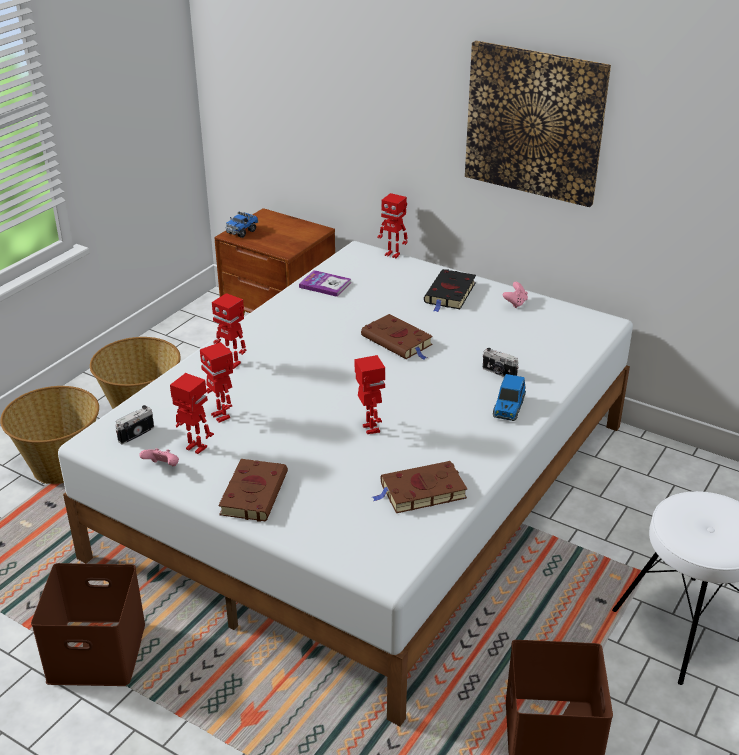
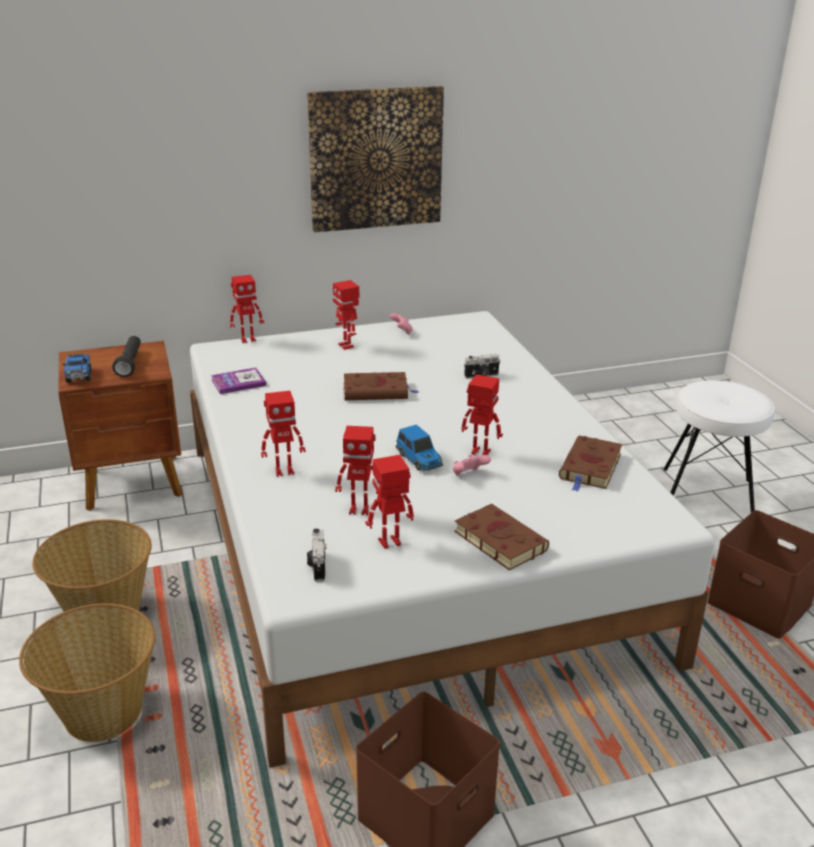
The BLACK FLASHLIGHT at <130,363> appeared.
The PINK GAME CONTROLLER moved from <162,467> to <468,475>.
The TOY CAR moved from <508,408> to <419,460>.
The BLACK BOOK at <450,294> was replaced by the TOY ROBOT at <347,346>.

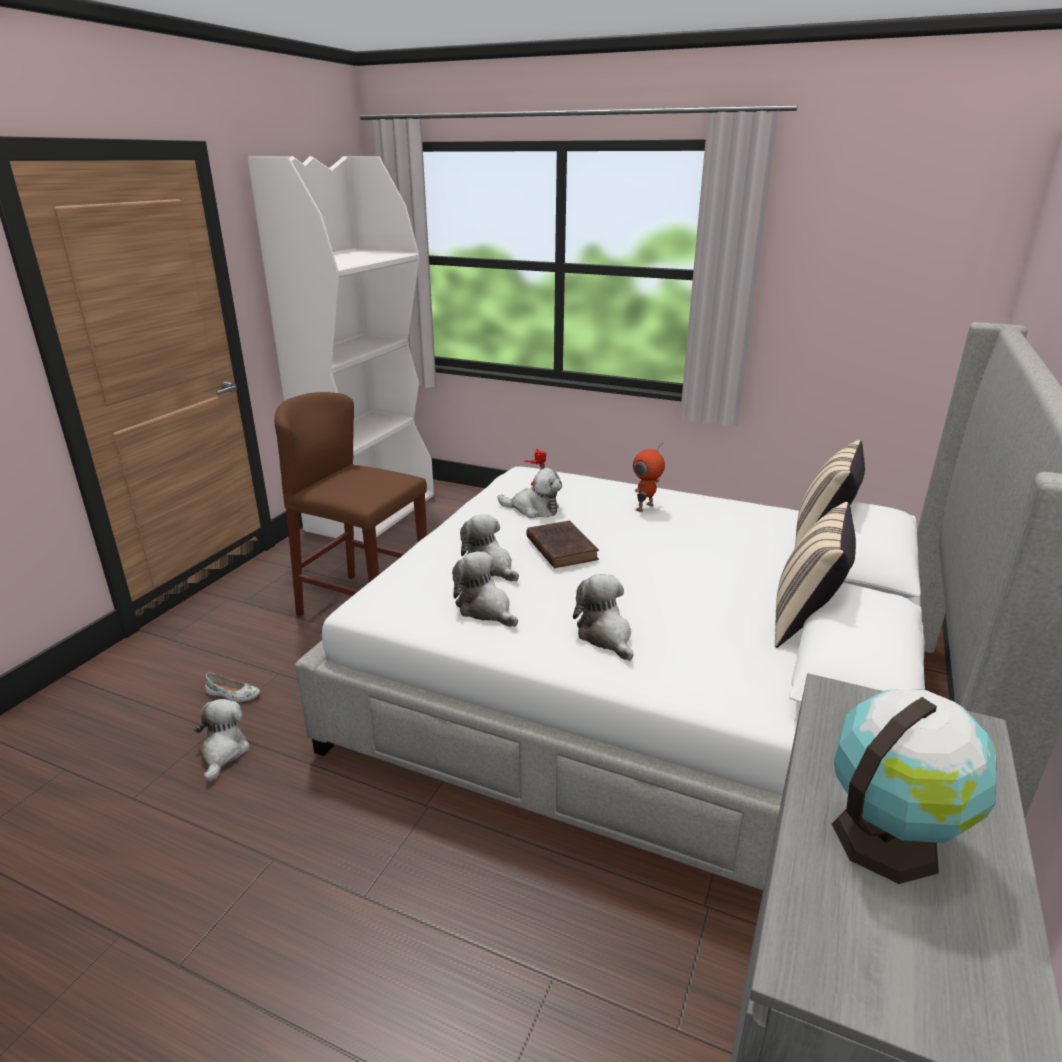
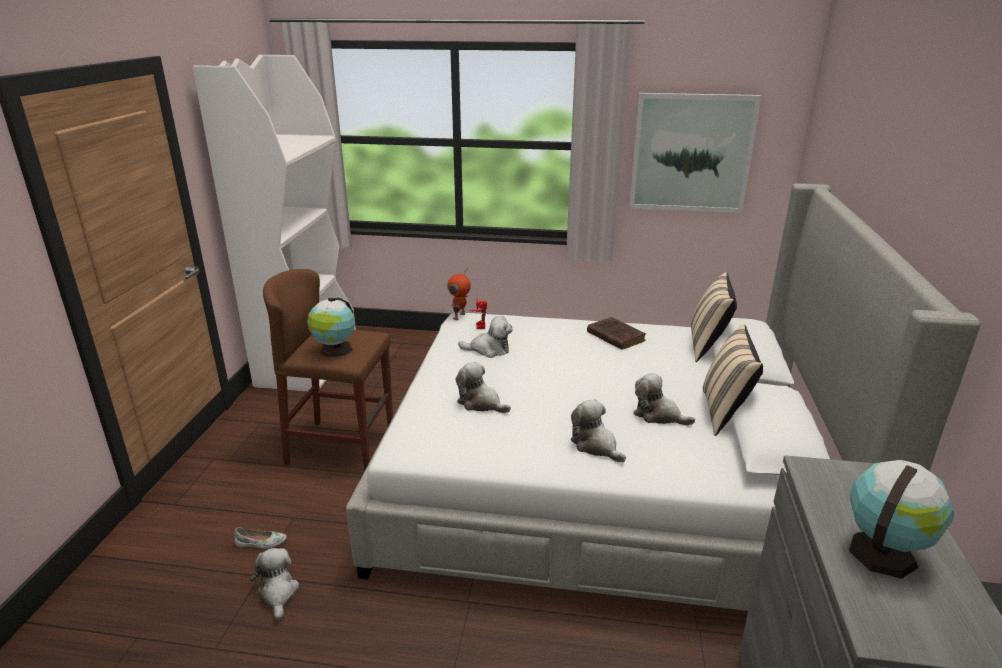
The GLOBE at <335,350> appeared.
The PICTURE at <691,153> appeared.
The PLUSH TOY moved from <485,609> to <658,415>.
The BROWN BOOK moved from <560,547> to <614,336>.
The TOY ROBOT moved from <645,508> to <460,316>.

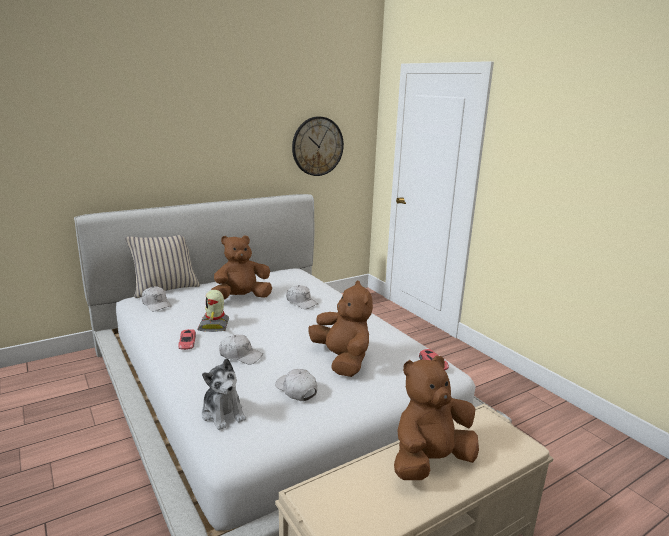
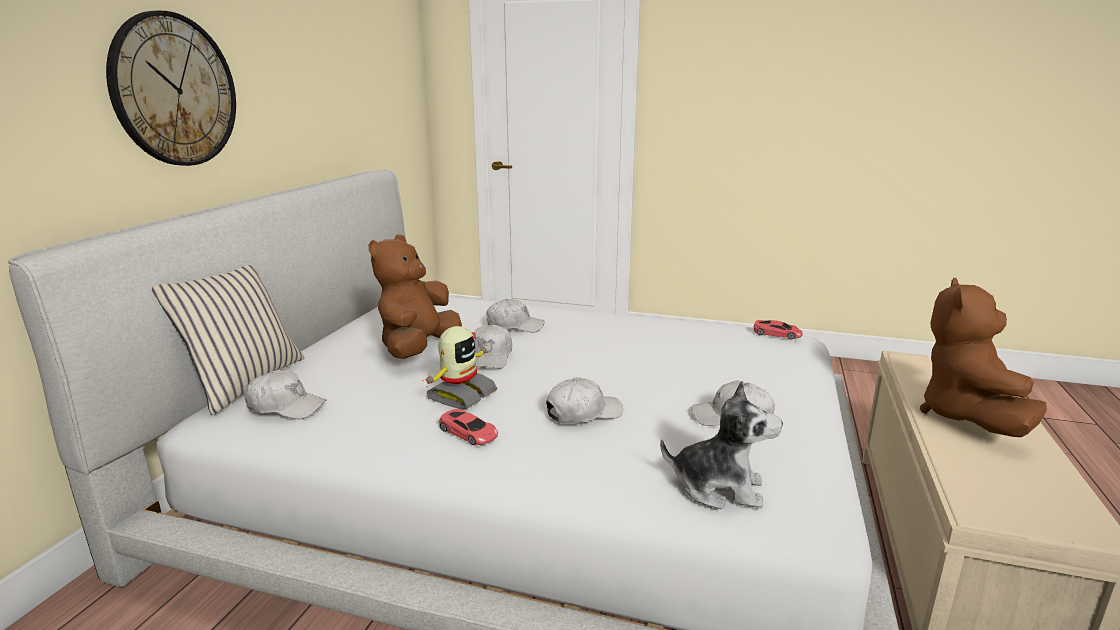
The BROWN PLUSH TOY at <342,360> disappeared.
The WHITE CAP at <490,357> appeared.
The WALL CLOCK moved from <317,146> to <174,90>.
The TOY ROBOT at <214,325> turned 105 degrees counterclockwise.

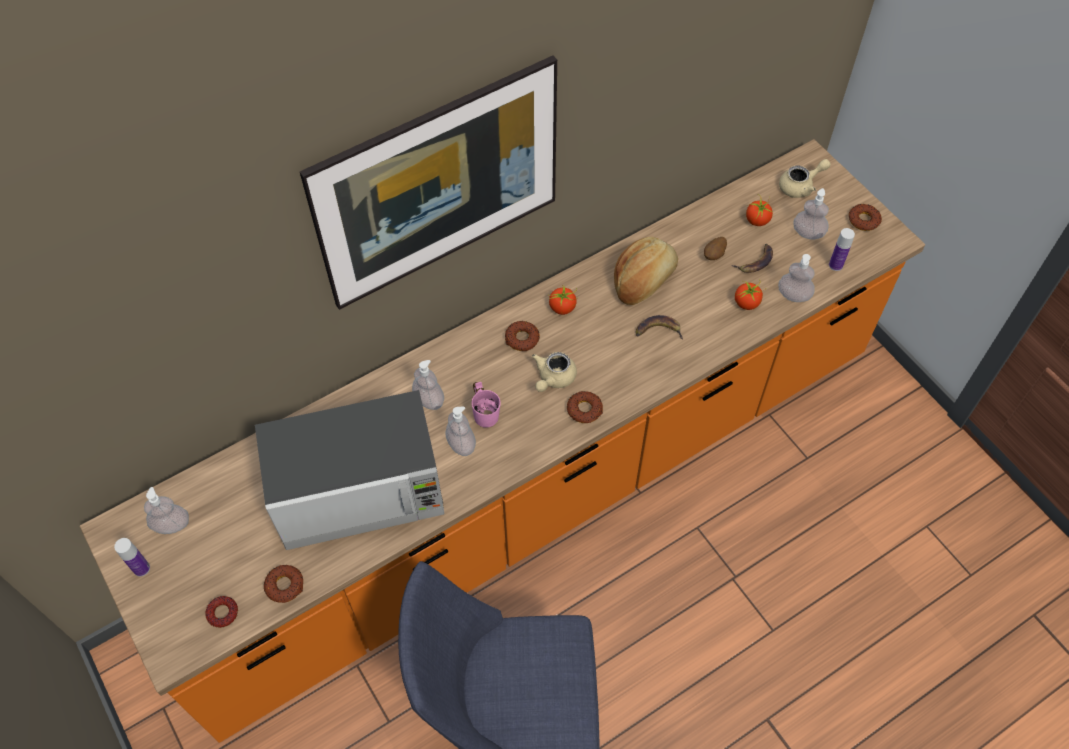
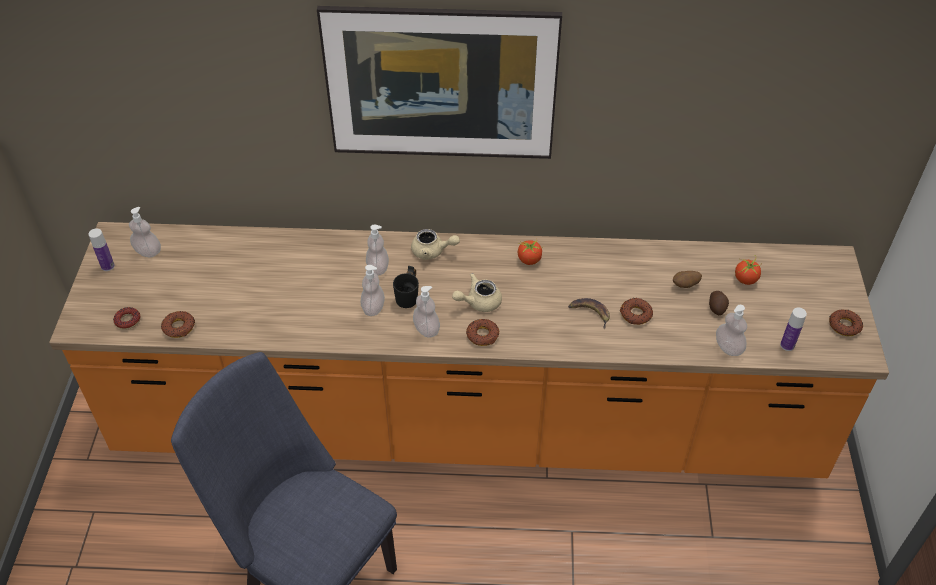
The MICROWAVE at <360,492> disappeared.
The BREAD at <644,280> disappeared.
The TOMATO at <746,303> disappeared.
The DONUT moved from <522,339> to <635,314>.
The BEIGE TEAPOT moved from <800,186> to <432,251>.
The SOAP DISPENSER moved from <808,233> to <426,329>.
The BANANA at <755,261> was replaced by the POTATO at <717,307>.
The PINK MUG at <487,412> became the BLACK MUG at <410,297>.

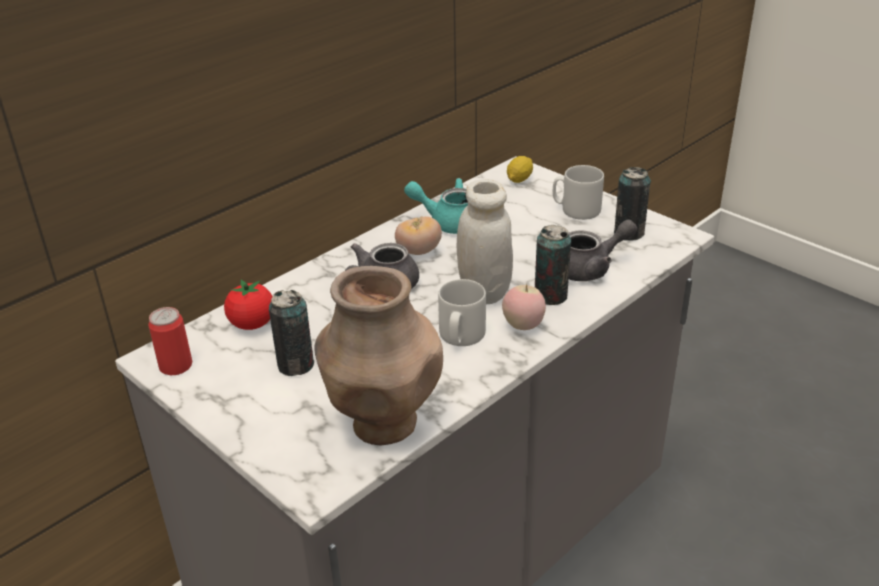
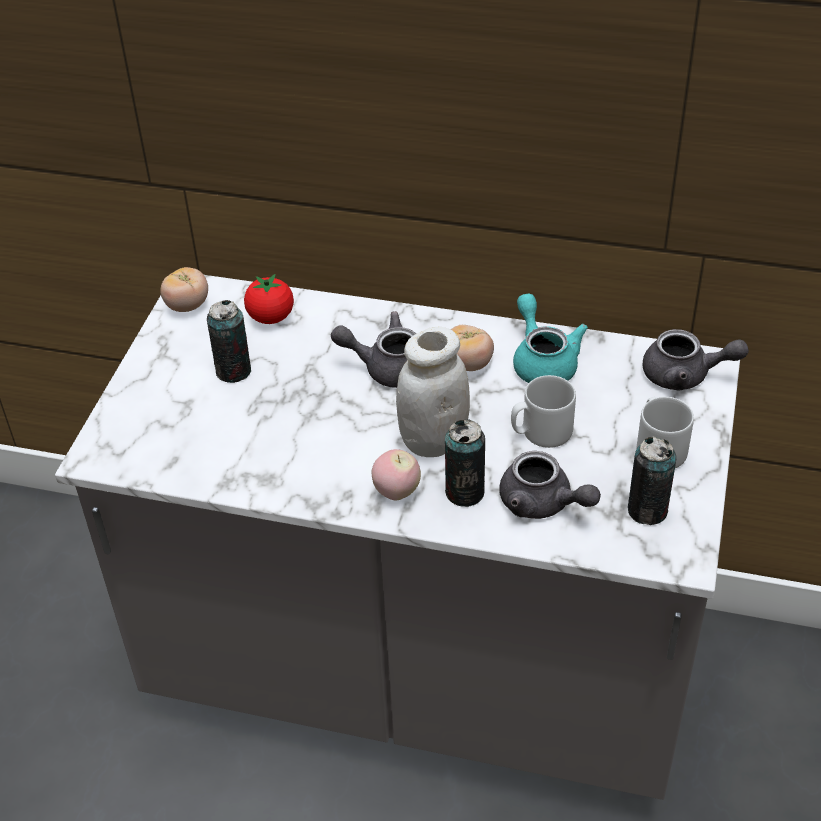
The BROWN VASE at <383,425> disappeared.
The GREY MUG moved from <460,337> to <541,432>.
The CAN at <176,366> was replaced by the TOMATO at <187,306>.
The LEMON at <519,179> was replaced by the GREY TEAPOT at <685,375>.

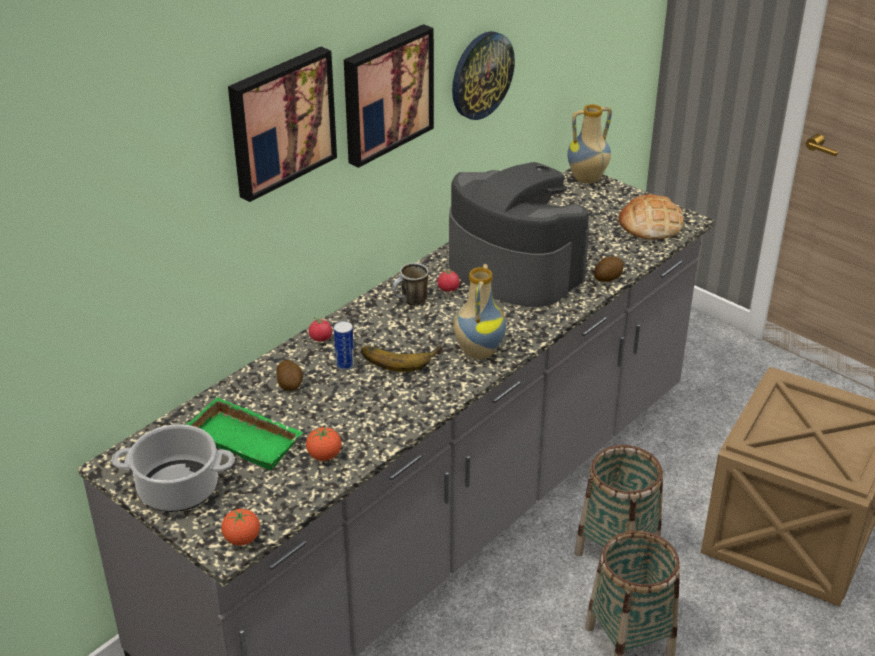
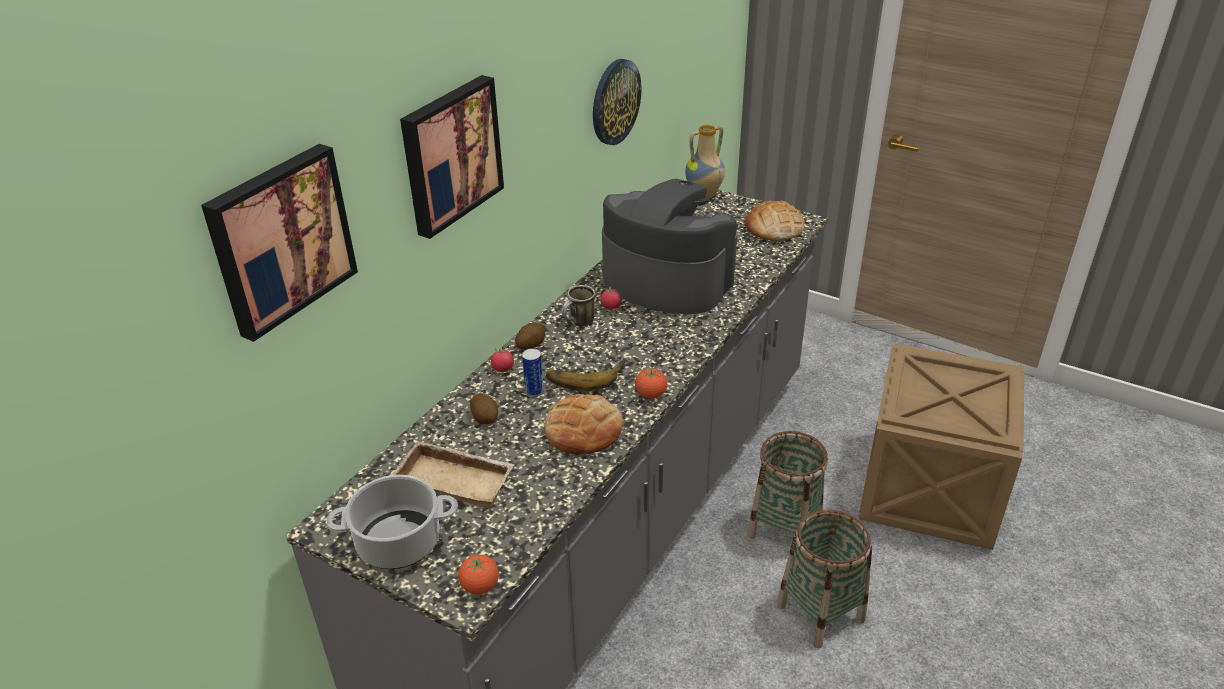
The VASE at <477,351> disappeared.
The BREAD at <583,430> appeared.
The TOMATO moved from <324,456> to <650,395>.
The PICTURE moved from <385,93> to <280,239>.
The POTATO moved from <608,277> to <531,344>.
The GREEN TRAY at <247,439> became the BEIGE TRAY at <457,479>.

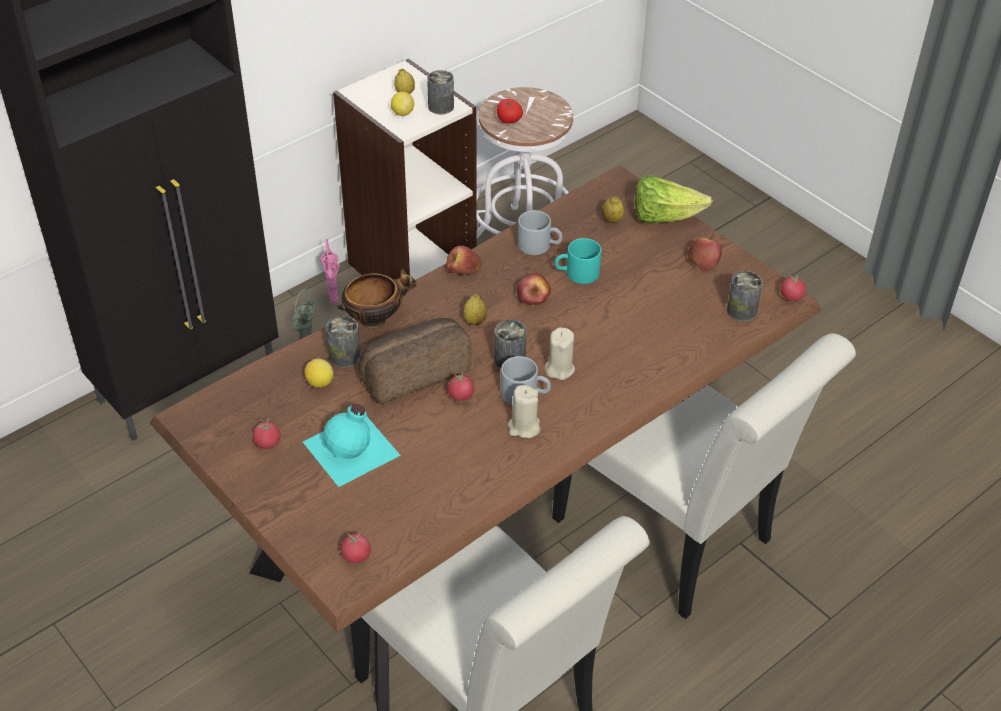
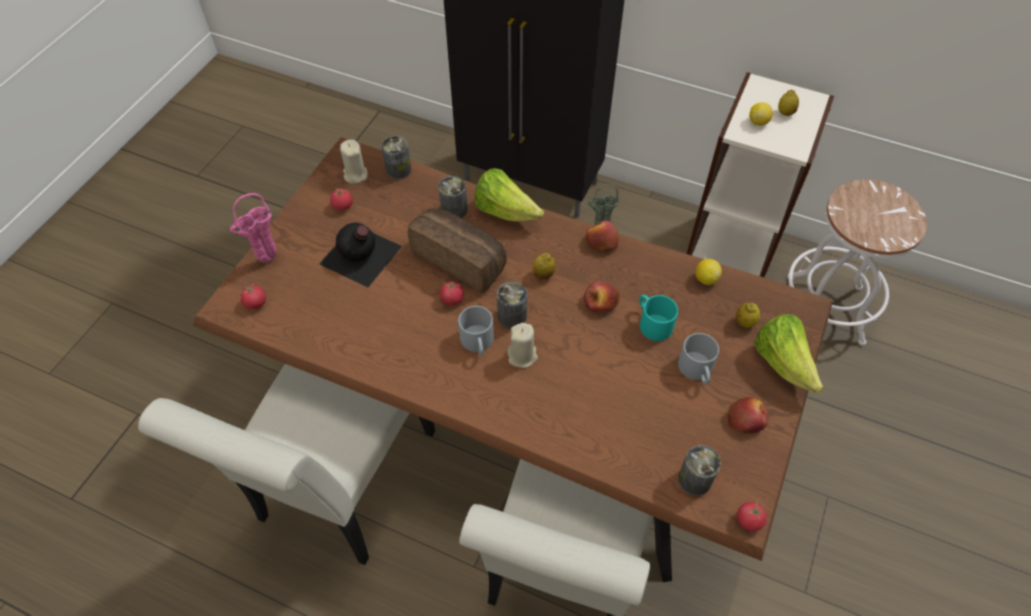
The TOMATO at <508,120> disappeared.
The LEMON moved from <319,382> to <706,279>.
The PINK VASE moved from <334,303> to <267,261>.
The CAN moved from <441,106> to <398,170>.
The BEIGE CANDLE moved from <524,427> to <355,175>.
The GREY MUG moved from <539,245> to <697,370>.
The BOWL at <376,319> was replaced by the LETTUCE at <505,212>.
The TURQUOISE BOTTLE at <353,448> became the BLACK BOTTLE at <361,256>.

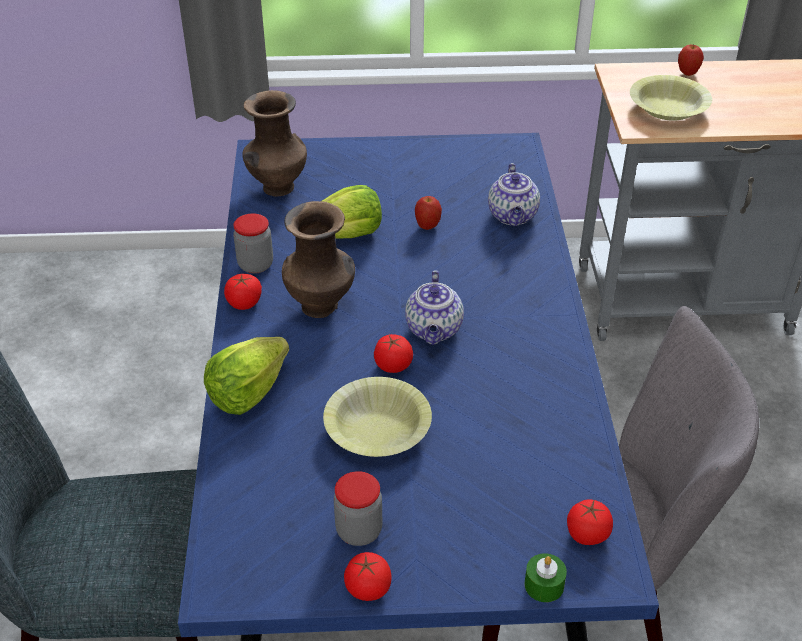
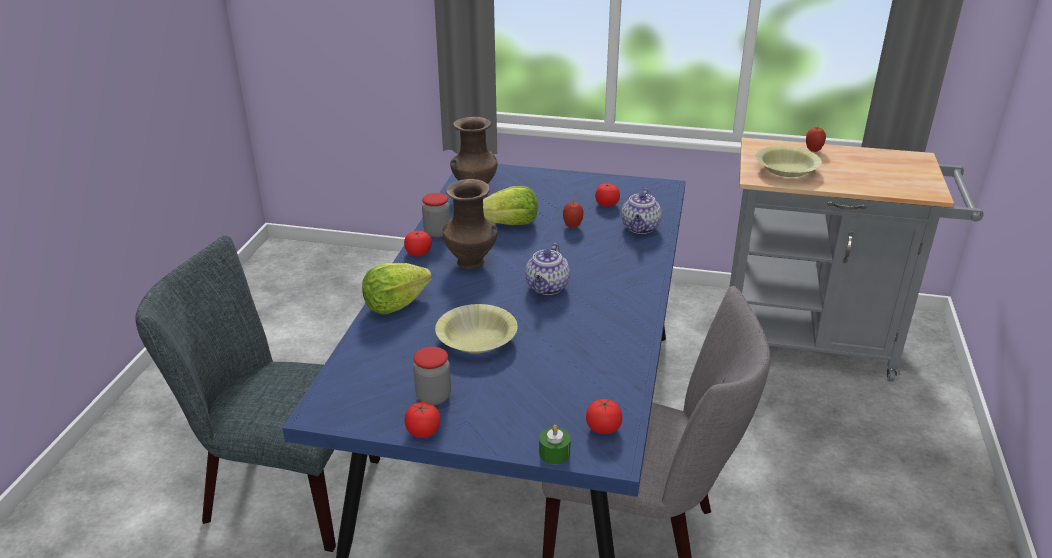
The TOMATO moved from <393,365> to <607,204>.

